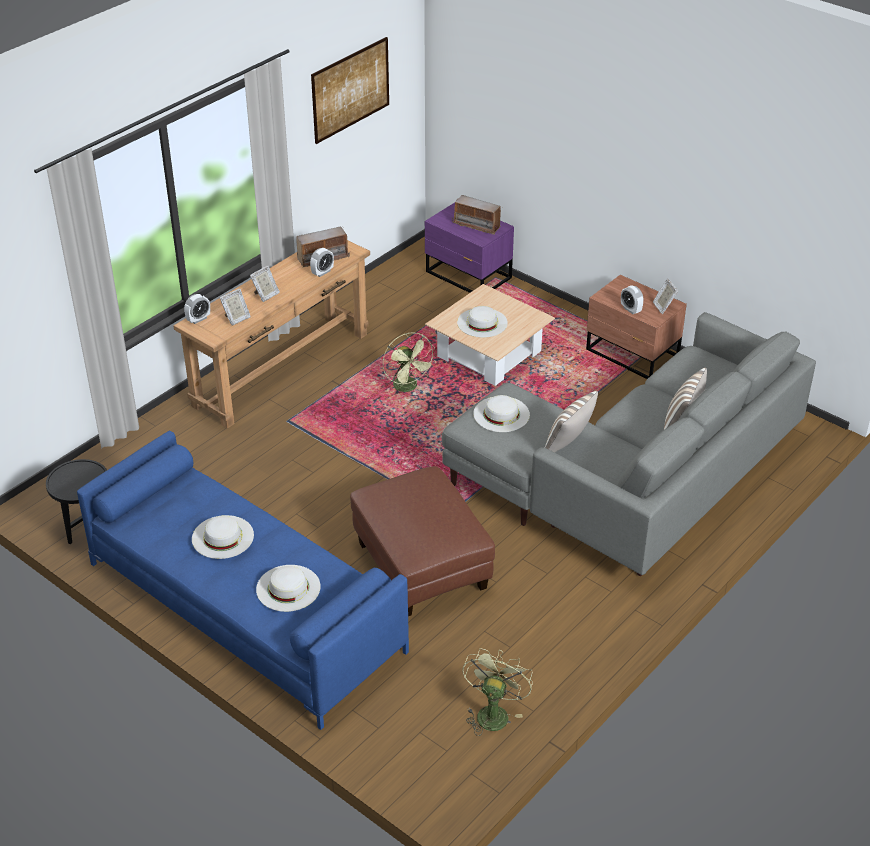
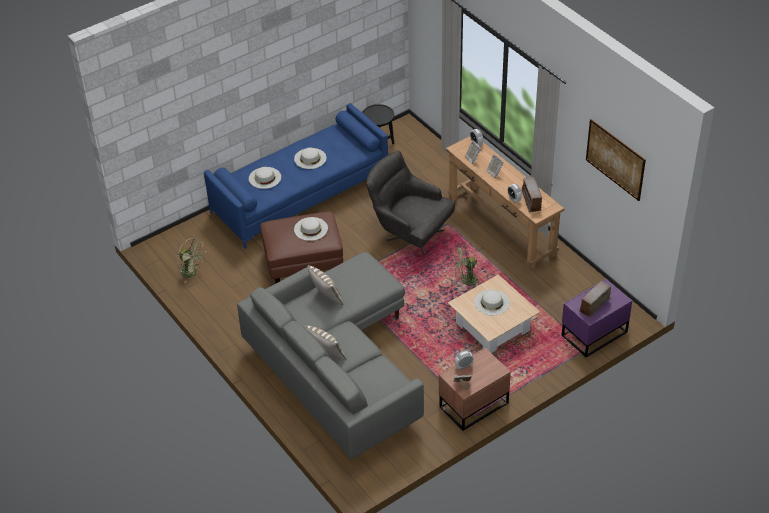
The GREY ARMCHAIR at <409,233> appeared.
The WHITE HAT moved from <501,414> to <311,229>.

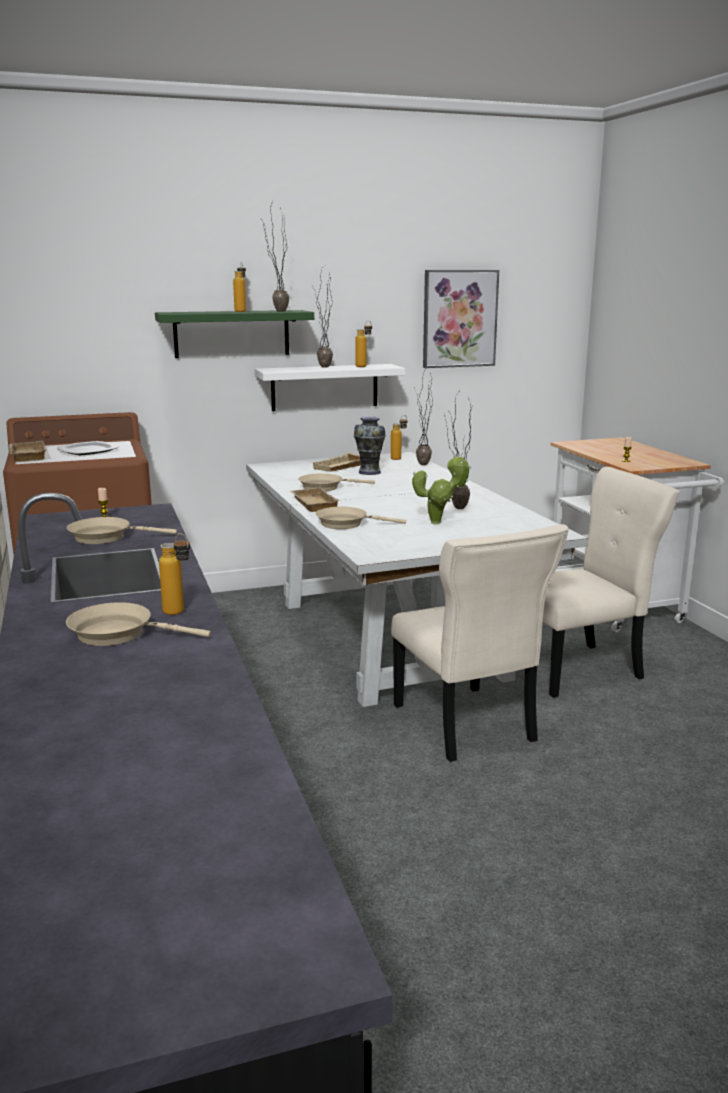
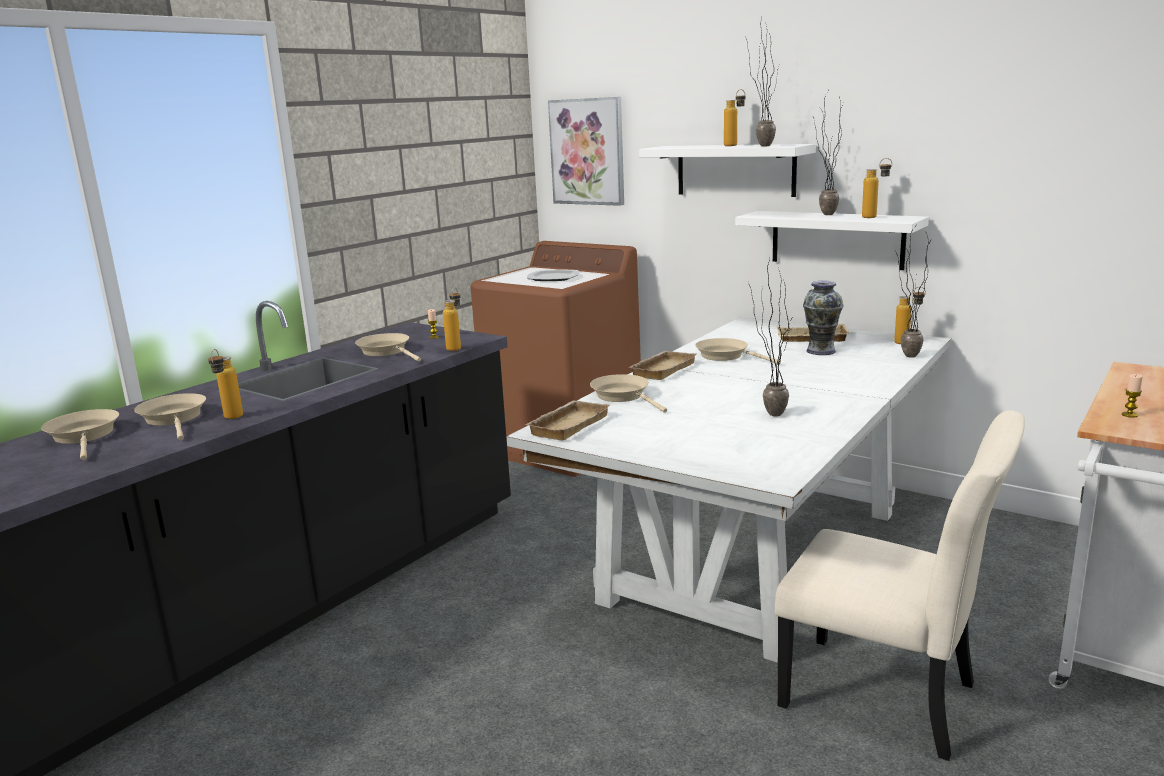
The BEIGE CHAIR at <466,726> disappeared.
The POTTED PLANT at <439,523> disappeared.
The BEIGE FRYING PAN at <85,436> appeared.
The BOTTLE at <456,347> appeared.
The BEIGE TRAY moved from <26,455> to <567,425>.
The PICTURE moved from <459,318> to <587,152>.
The GREEN SHELF at <232,333> became the WHITE SHELF at <735,170>.

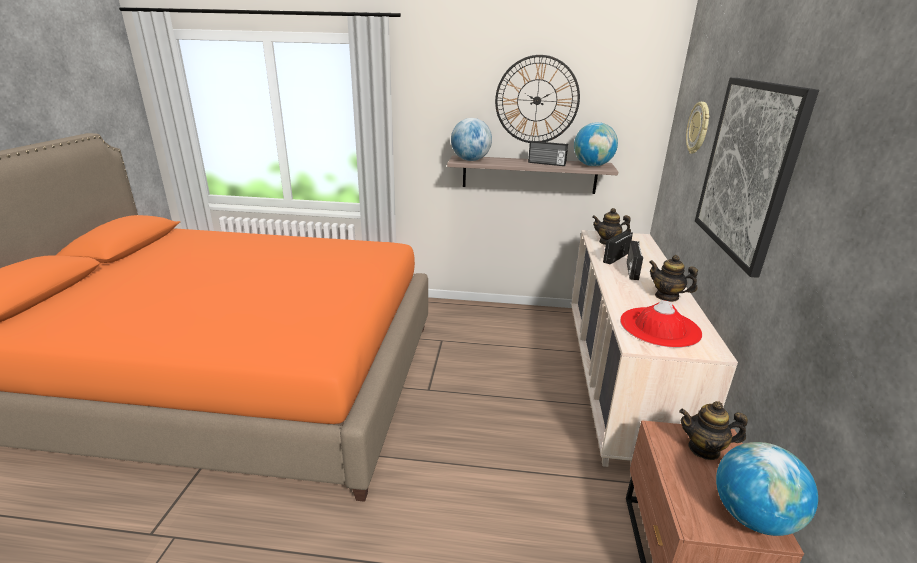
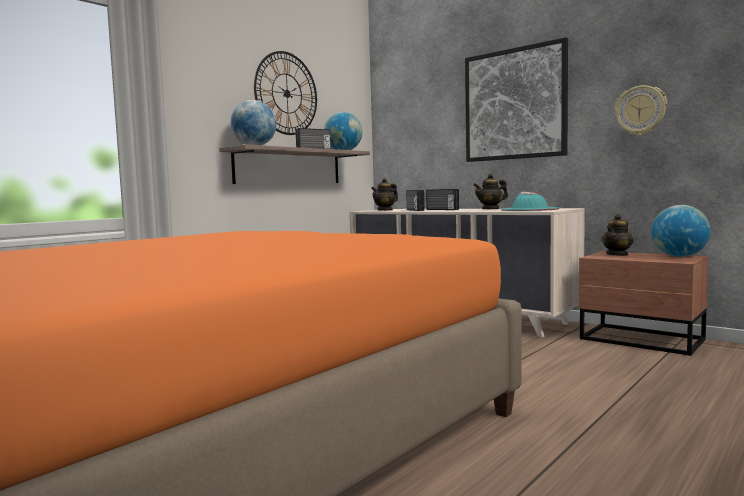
The WALL CLOCK moved from <698,128> to <640,110>.
The RED HAT at <659,327> became the TURQUOISE HAT at <530,209>.

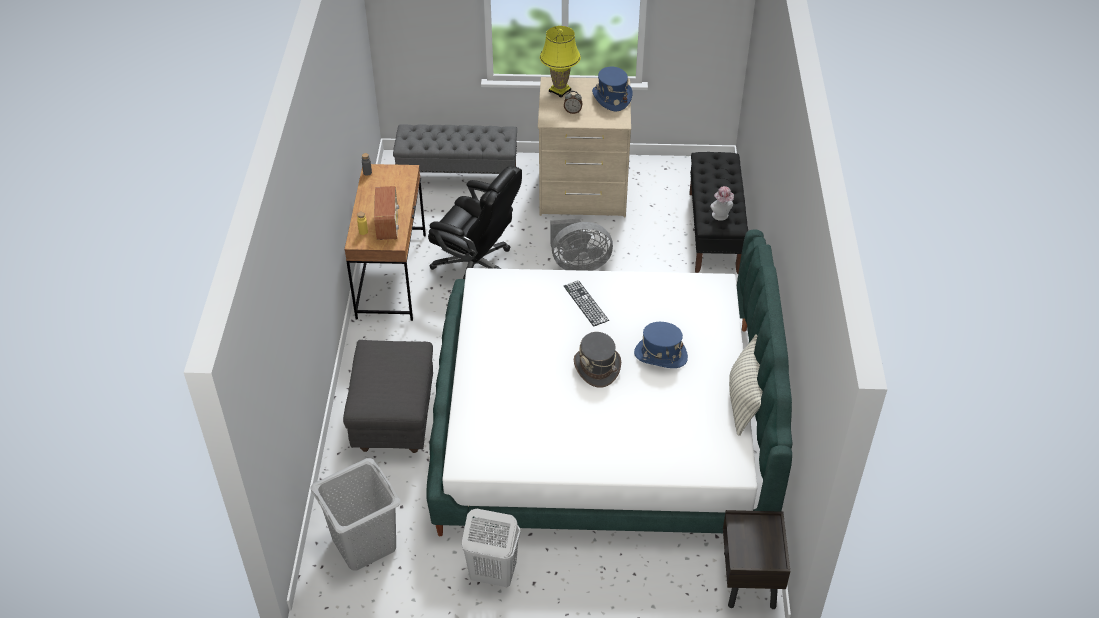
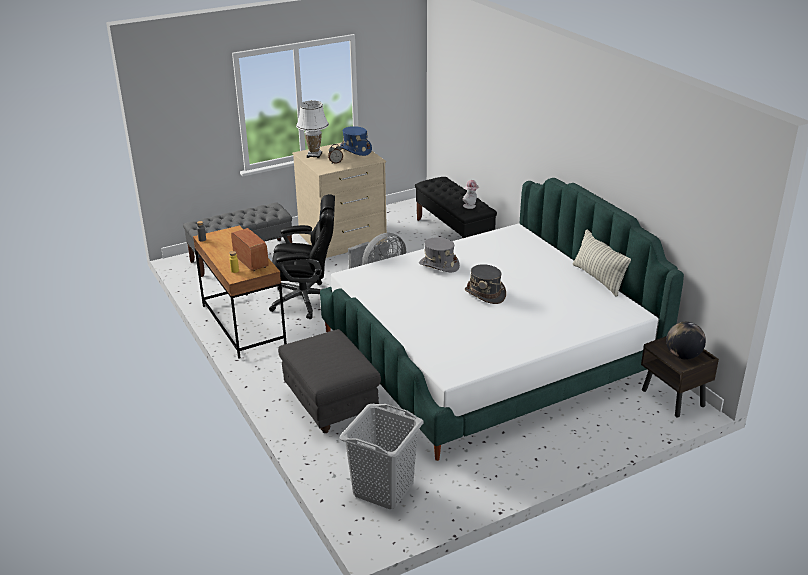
The WHITE LAUNDRY BASKET at <492,574> disappeared.
The BLUE HAT at <660,355> disappeared.
The GLOBE at <683,356> appeared.
The KEYBOARD at <585,303> was replaced by the GREY HAT at <439,265>.
The YELLOW TABLE LAMP at <560,91> became the WHITE TABLE LAMP at <314,155>.

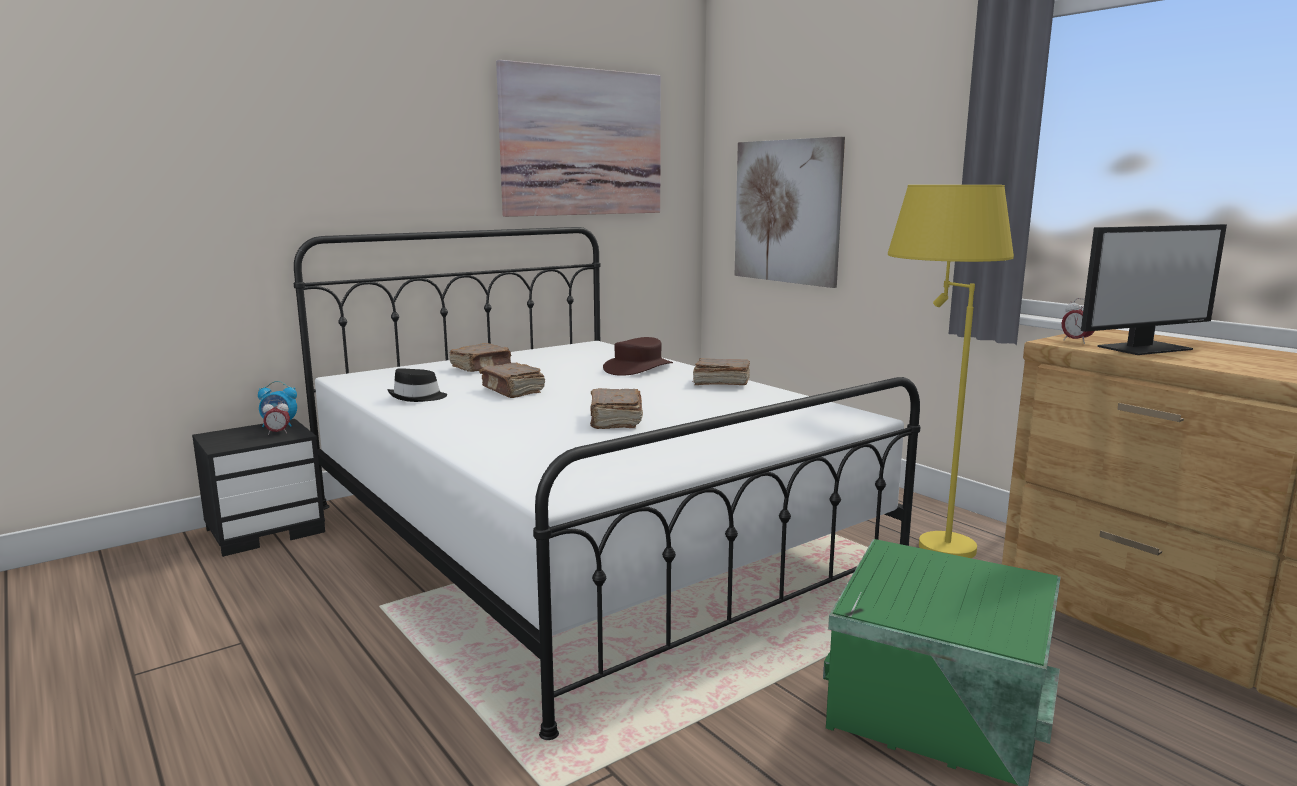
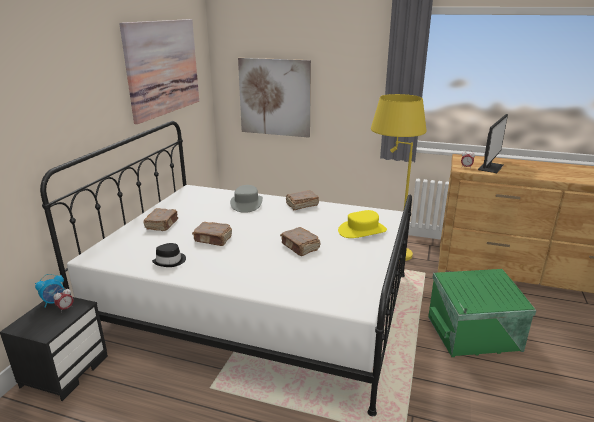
The YELLOW HAT at <362,230> appeared.
The BROWN HAT at <638,368> became the GREY HAT at <246,203>.

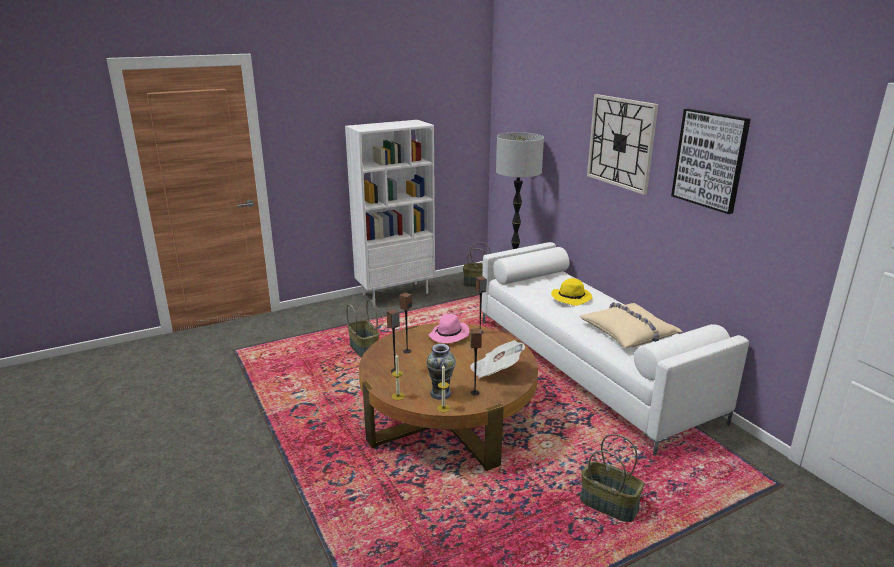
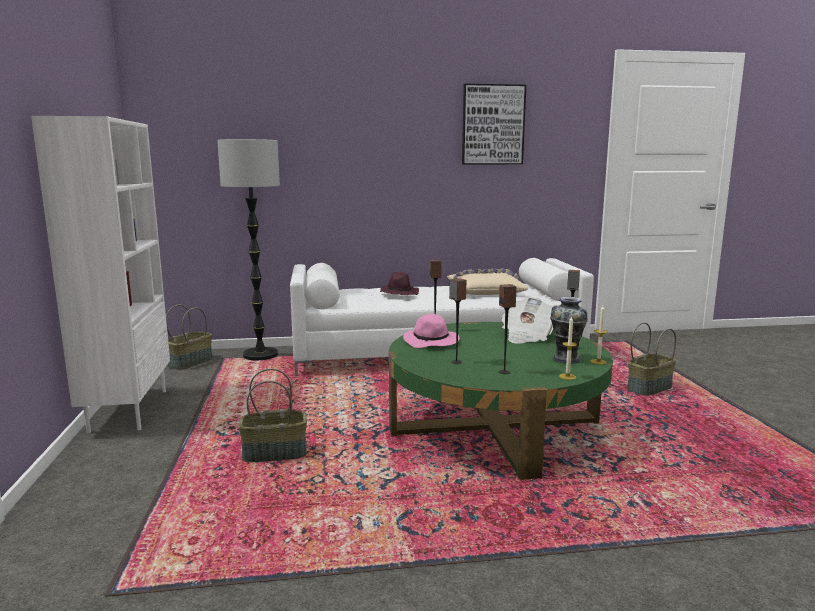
The WALL CLOCK at <621,142> disappeared.
The BROWN COFFEE TABLE at <448,419> became the GREEN COFFEE TABLE at <495,426>.
The YELLOW HAT at <572,297> became the PURPLE HAT at <399,293>.

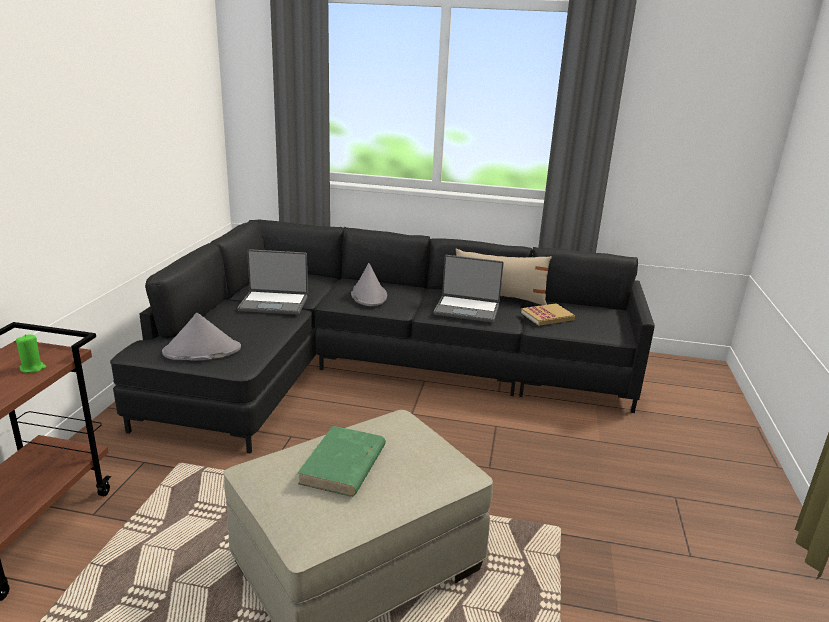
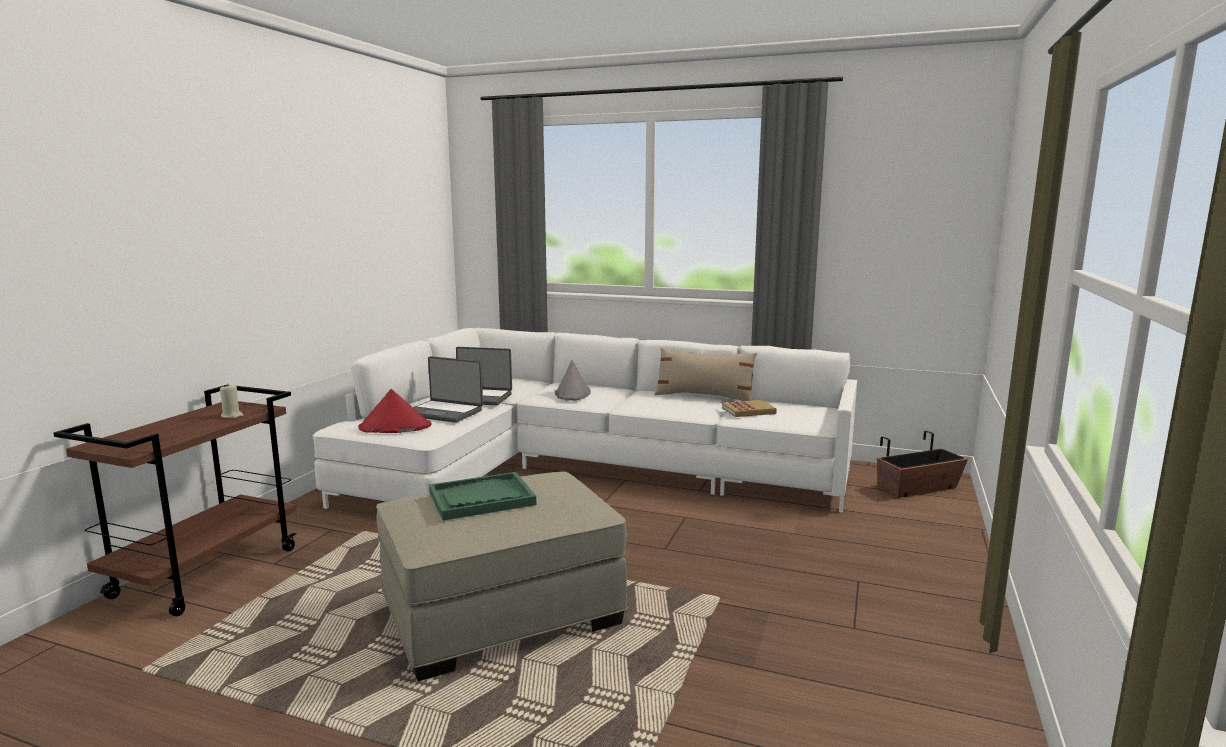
The PLANTER at <918,488> appeared.
The LAPTOP moved from <467,309> to <444,412>.
The GREEN BOOK at <343,465> was replaced by the GREEN TRAY at <481,499>.
The GREEN CANDLE at <33,368> became the BEIGE CANDLE at <232,416>.
The BLACK SOFA at <376,368> became the WHITE SOFA at <579,469>.
The GREY HAT at <201,351> became the RED HAT at <394,427>.

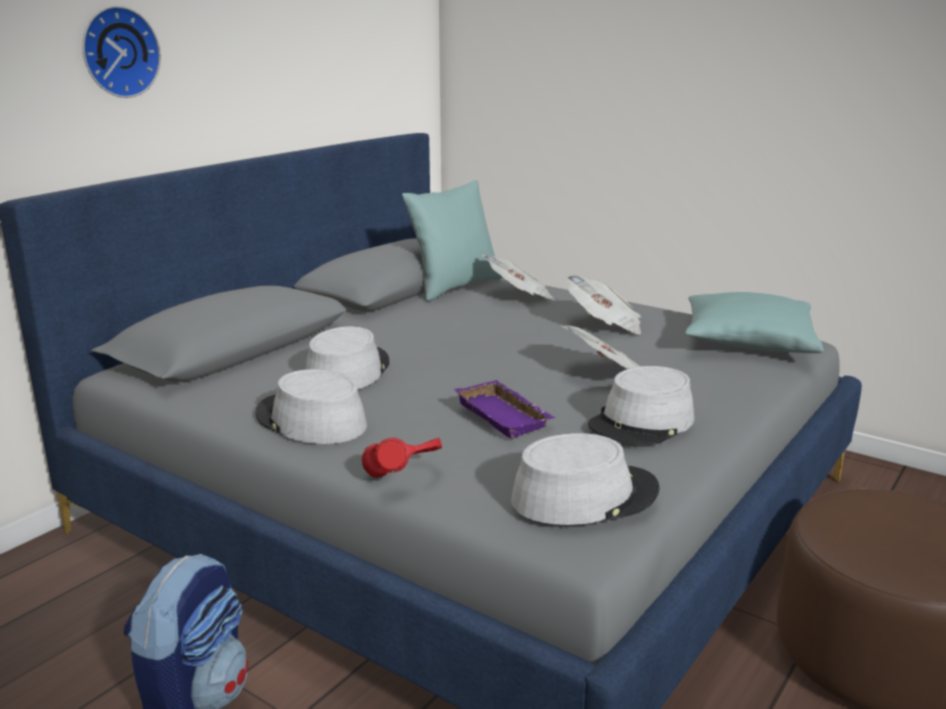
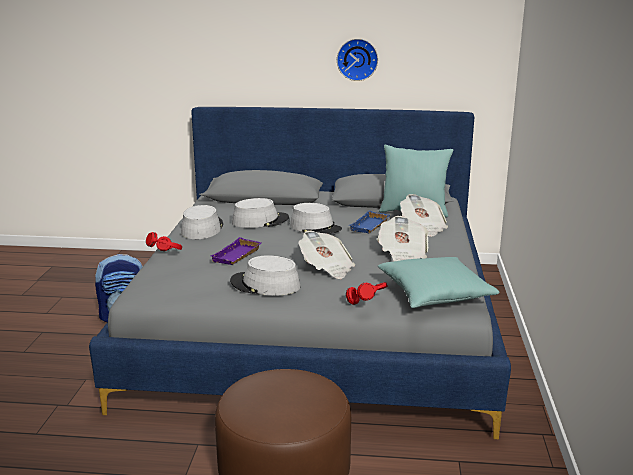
The RED HEADPHONES at <367,303> appeared.
The BLUE TRAY at <370,226> appeared.
The WALL CLOCK moved from <118,52> to <357,59>.
The GREY HAT moved from <584,496> to <315,227>.

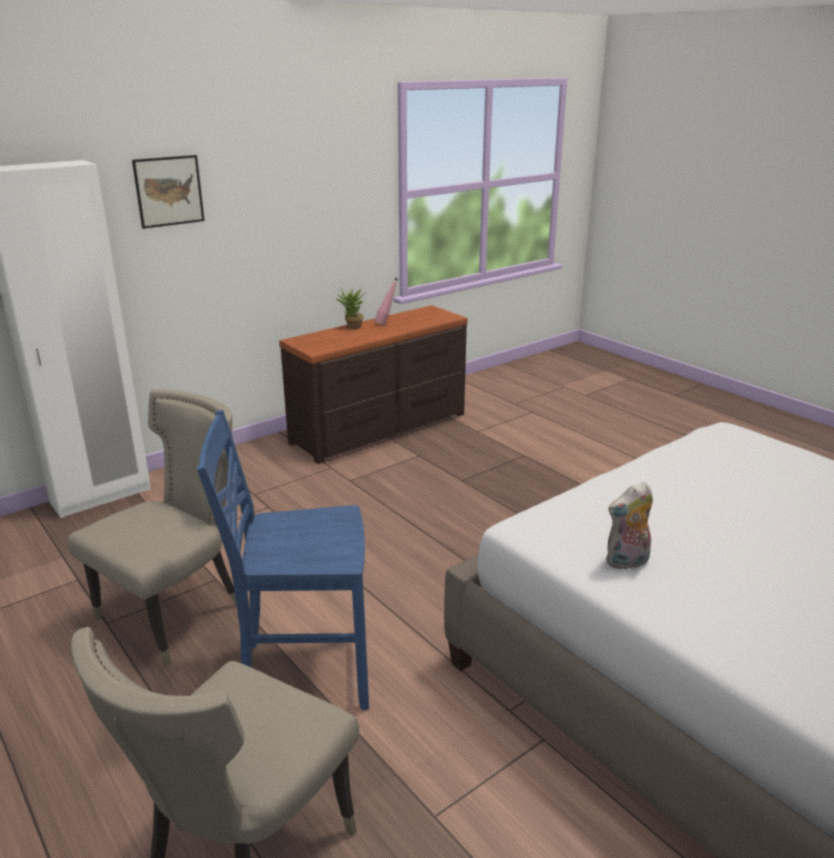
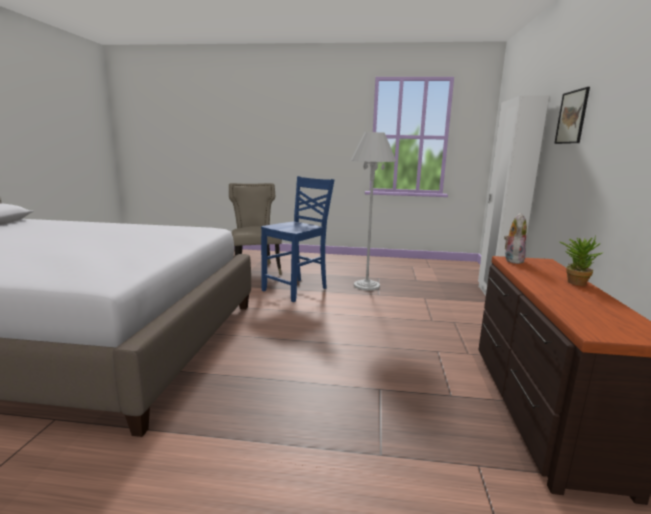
The PINK BOTTLE at <386,324> disappeared.
The PLUSH TOY moved from <627,562> to <512,260>.
The BEIGE CHAIR at <177,612> was replaced by the WHITE FLOOR LAMP at <366,285>.

